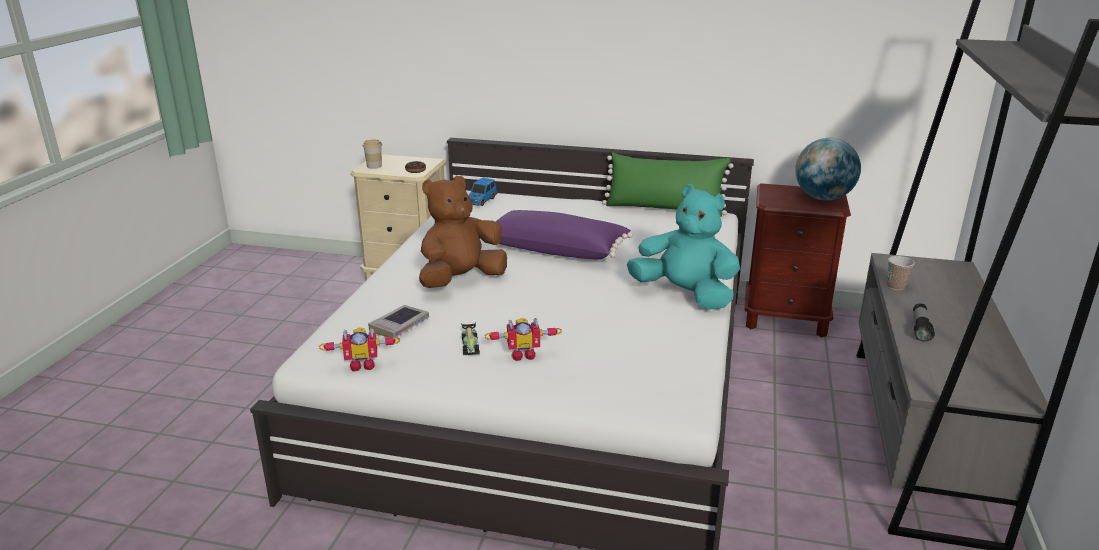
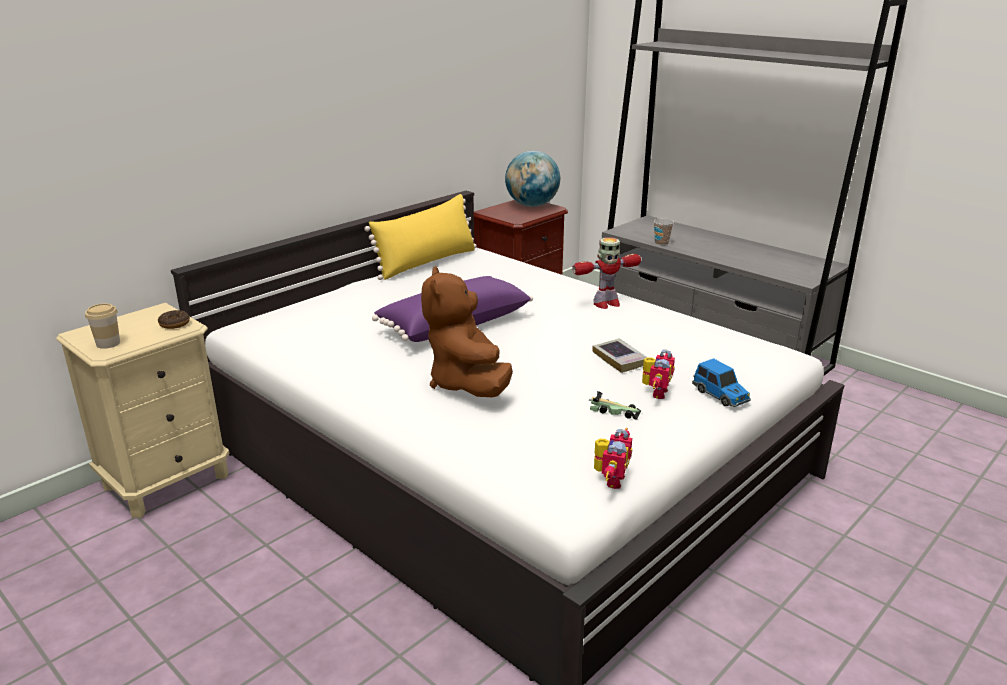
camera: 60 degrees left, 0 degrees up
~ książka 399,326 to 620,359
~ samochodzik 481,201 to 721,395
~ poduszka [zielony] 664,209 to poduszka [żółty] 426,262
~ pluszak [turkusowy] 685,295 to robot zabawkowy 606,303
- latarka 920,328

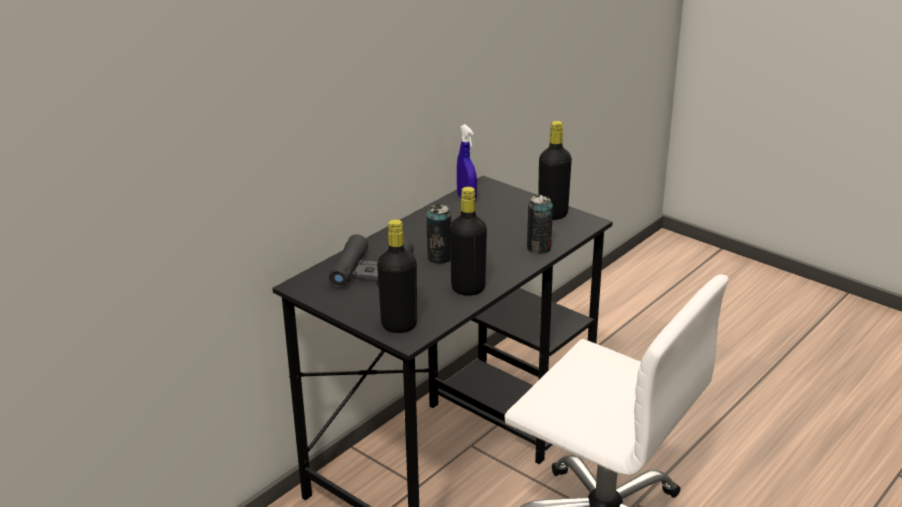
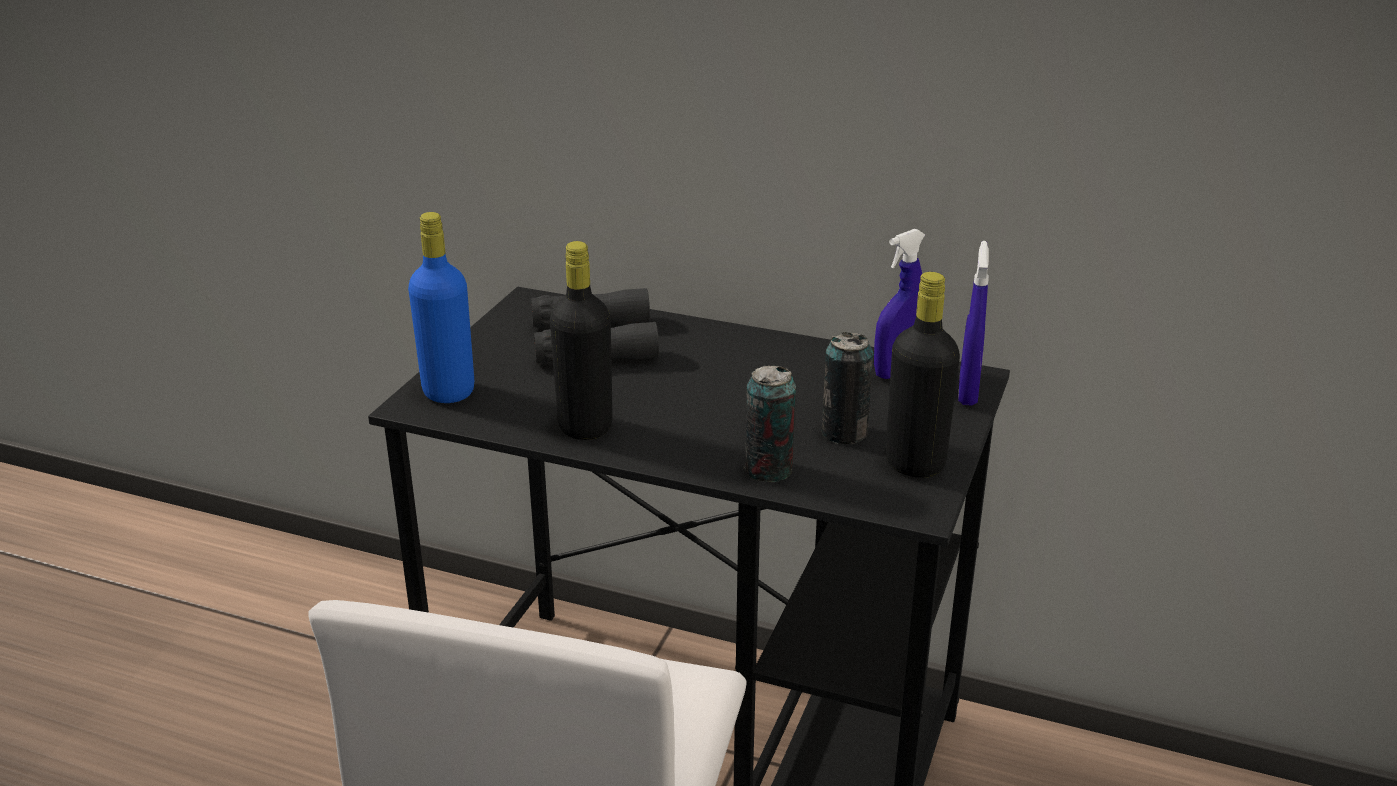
camera: 70 degrees right, 0 degrees up
~ butelka [czarny] 399,325 to butelka [niebieski] 448,391
~ puszka 439,258 to 844,433
+ spryskiwacz [niebieski] 967,393

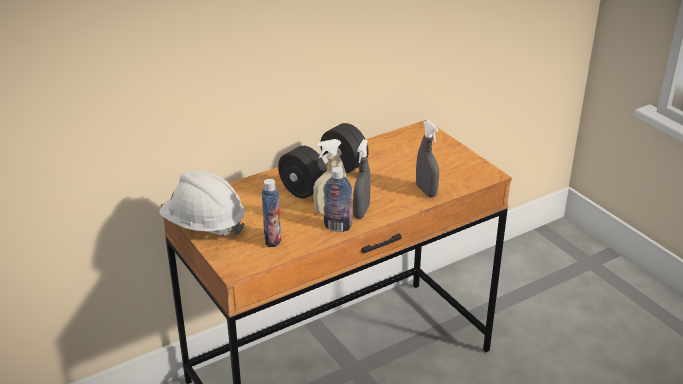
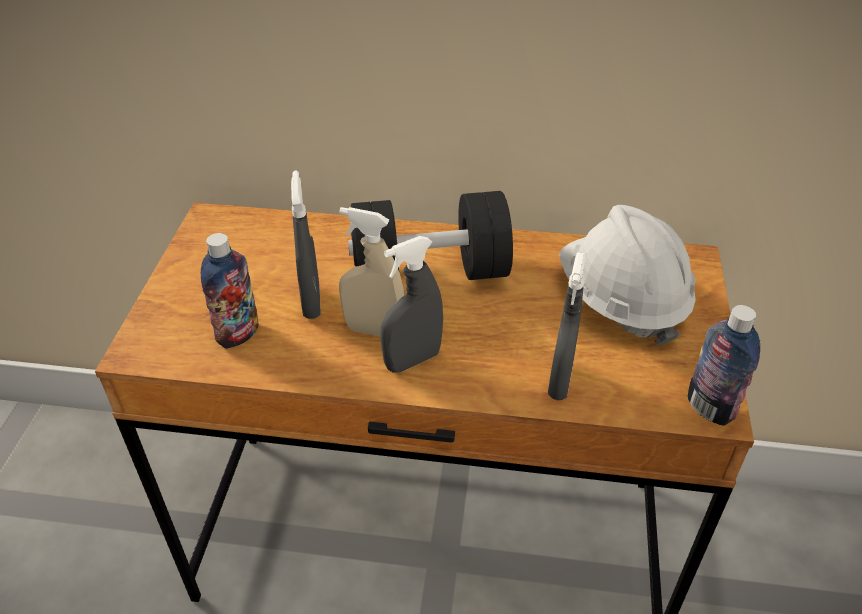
camera: 40 degrees right, 10 degrees up
~ kask [biały] 204,225 to 621,301
~ butelka 337,227 to 709,408
+ spryskiwacz [szary] 311,302

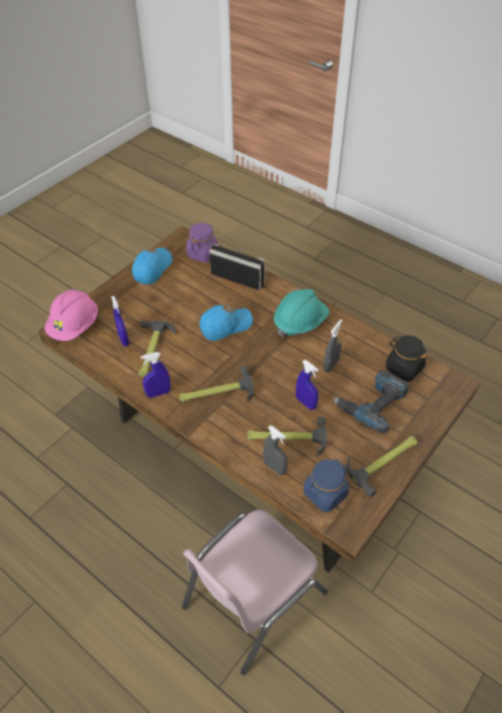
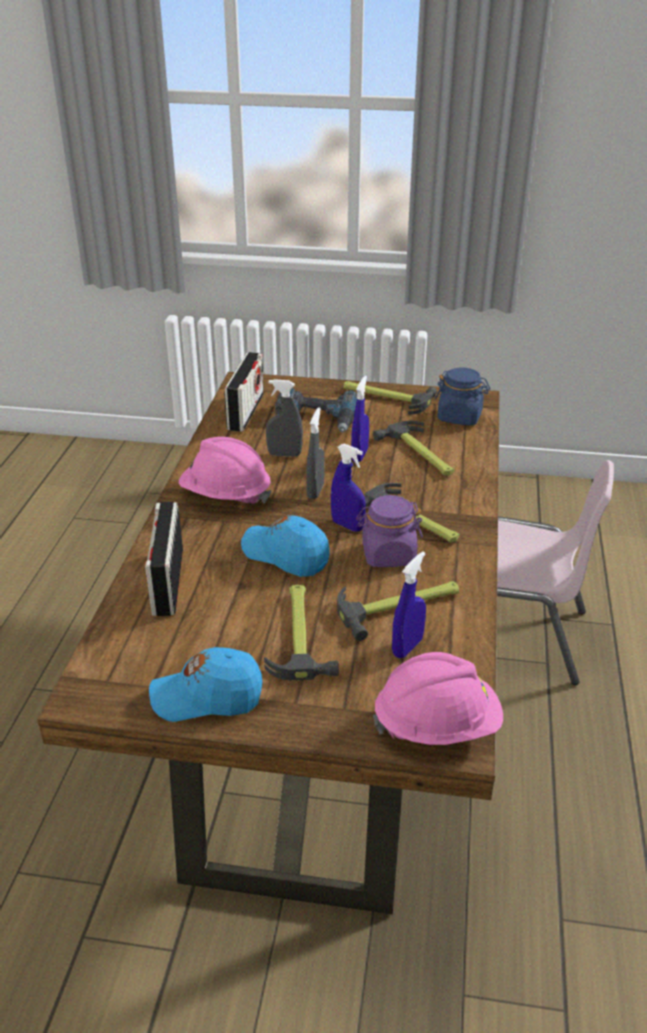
camera: 120 degrees left, 15 degrees down
~ spryskiwacz [niebieski] 158,393 to 347,525
~ słoik [fioletowy] 202,253 to 388,555
~ spryskiwacz [szary] 274,467 to 315,491
~ kask [turkusowy] 300,323 to kask [różowy] 226,495
~ słoik [czarny] 403,368 to radio 246,412
+ młotek 299,634

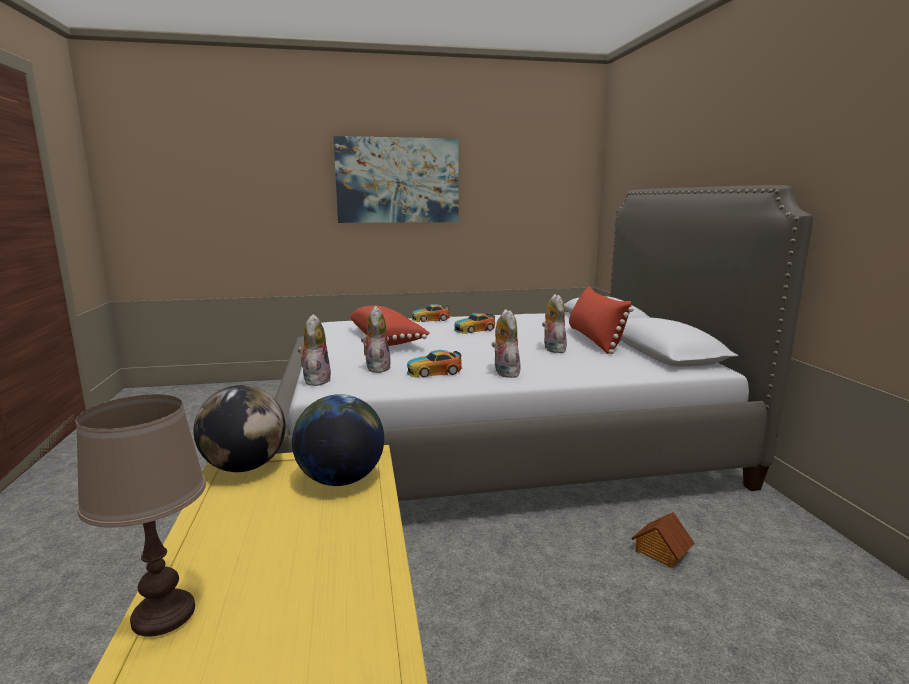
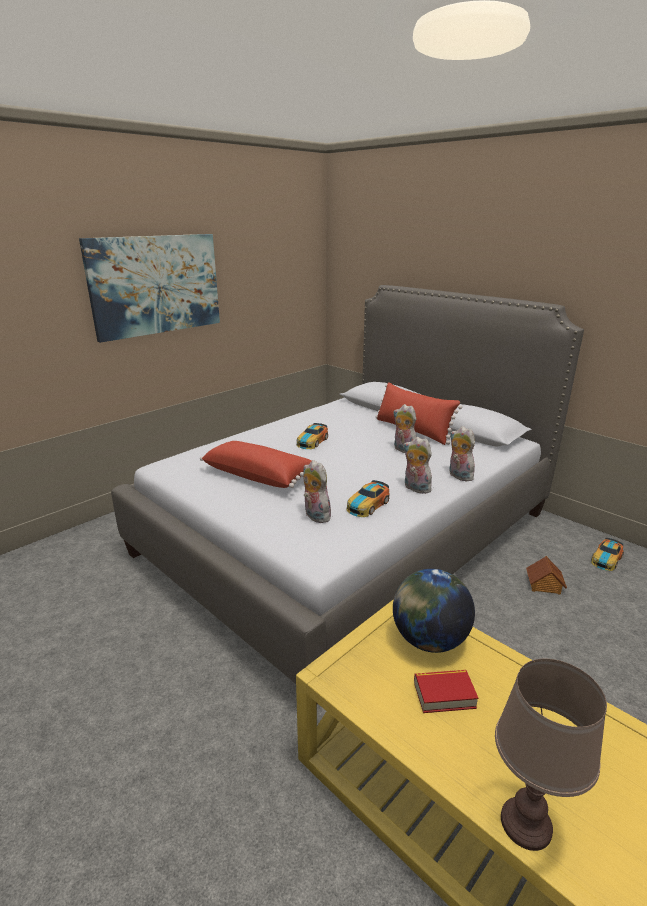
camera: 35 degrees left, 10 degrees up
- globus 245,467
~ pluszak 315,380 to 458,476
~ samochodzik 430,319 to 606,559
+ książka 444,695

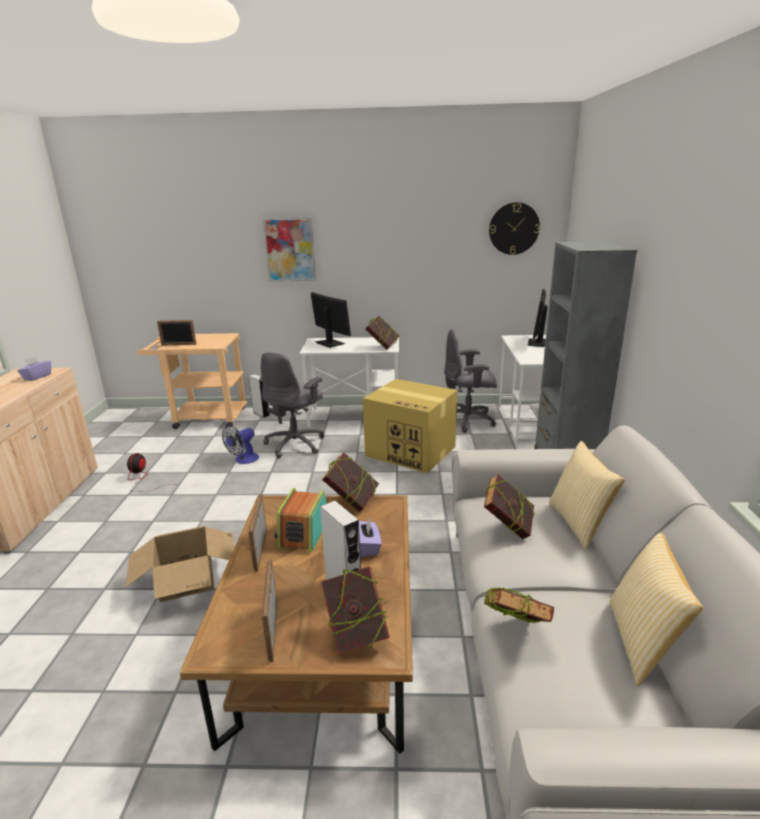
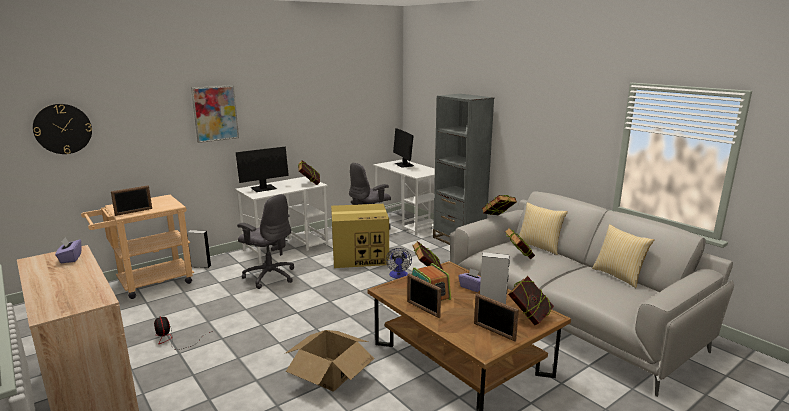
camera: 40 degrees left, 5 degrees down
~ wentylator 243,460 to 398,276
~ krzesło biurowe [szary] 296,444 = 269,276 45 degrees counterclockwise
~ monitor 330,343 = 263,188 135 degrees clockwise
~ książka 514,632 to 498,218
~ zegar ścienny 514,228 to 63,129

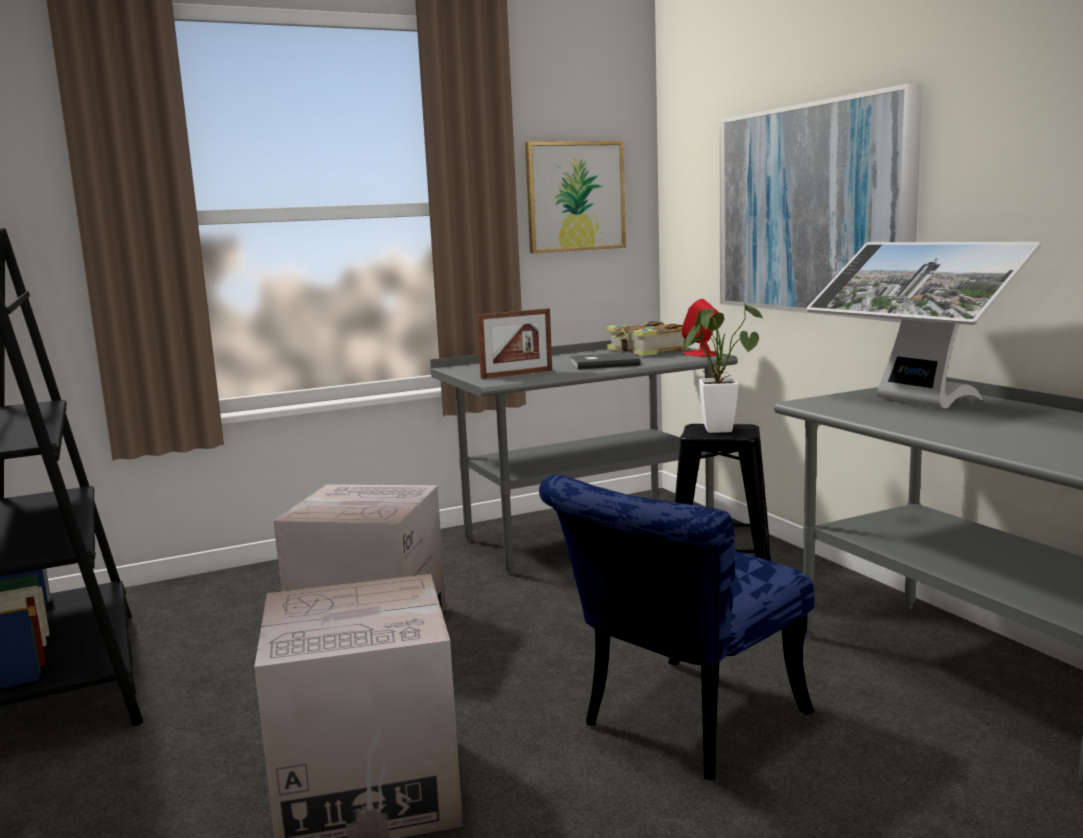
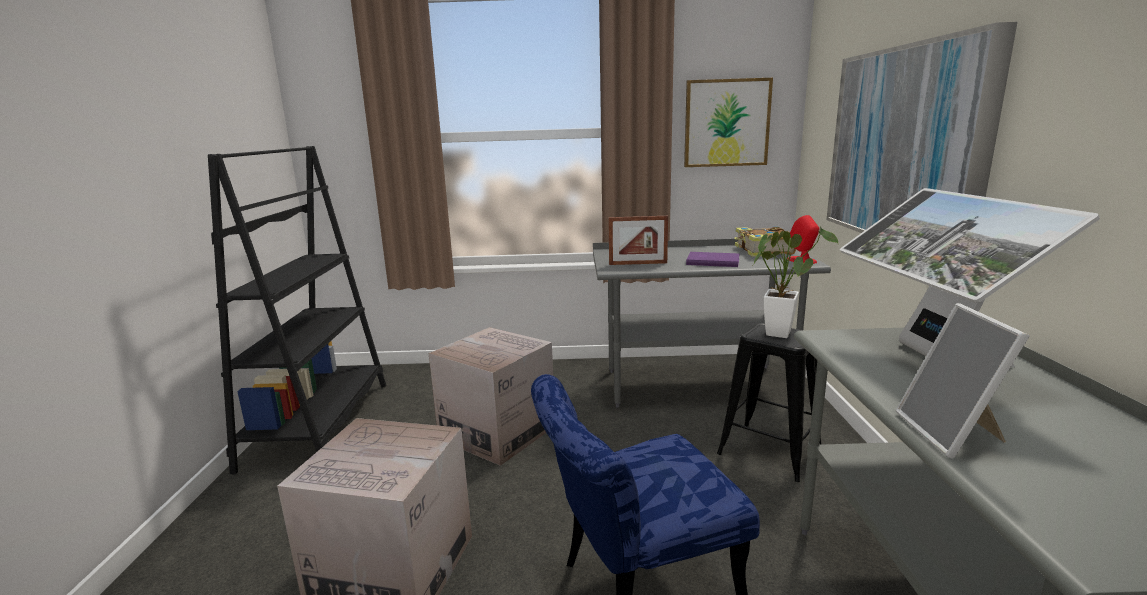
camera: 25 degrees right, 5 degrees up
~ książka [szary] 603,364 to książka [fioletowy] 712,261
+ ramka na zdjęcie 952,434

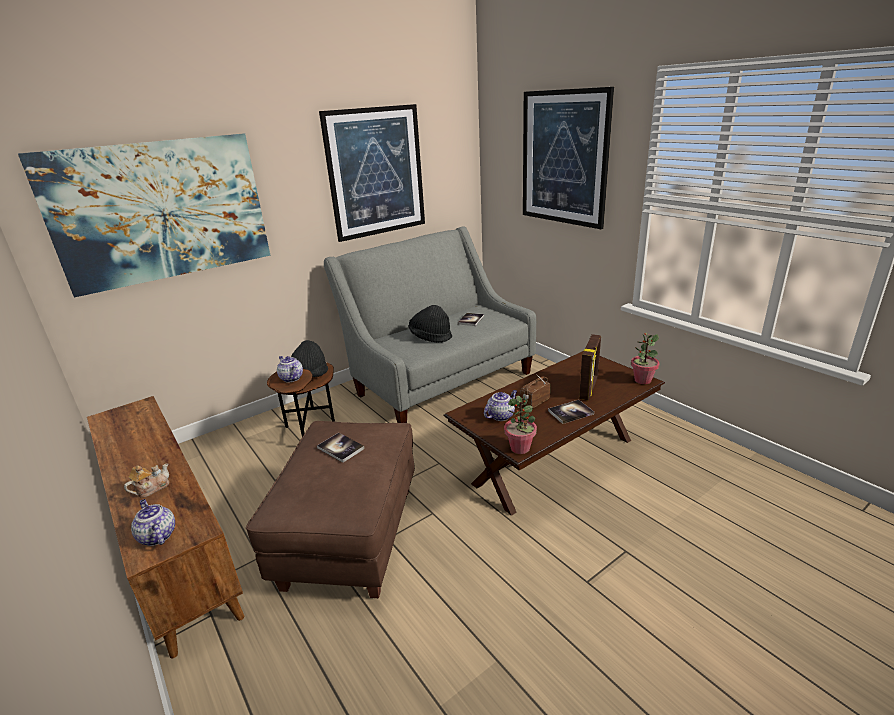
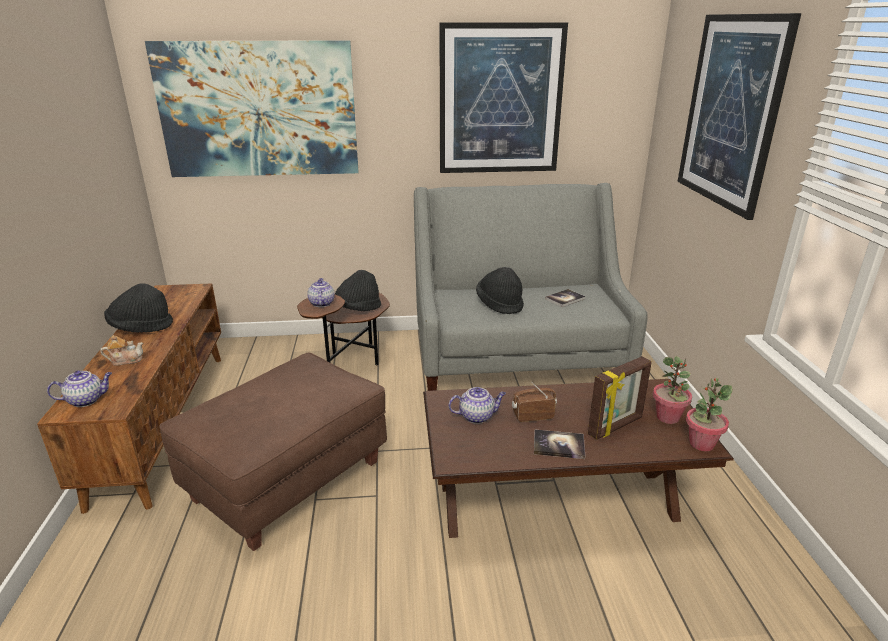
camera: 30 degrees right, 0 degrees up
~ imbryk 157,536 = 87,400 75 degrees clockwise
- książka 340,448
~ roślina doniczkowa 520,448 to 668,417
+ kapelusz [czarny] 141,328

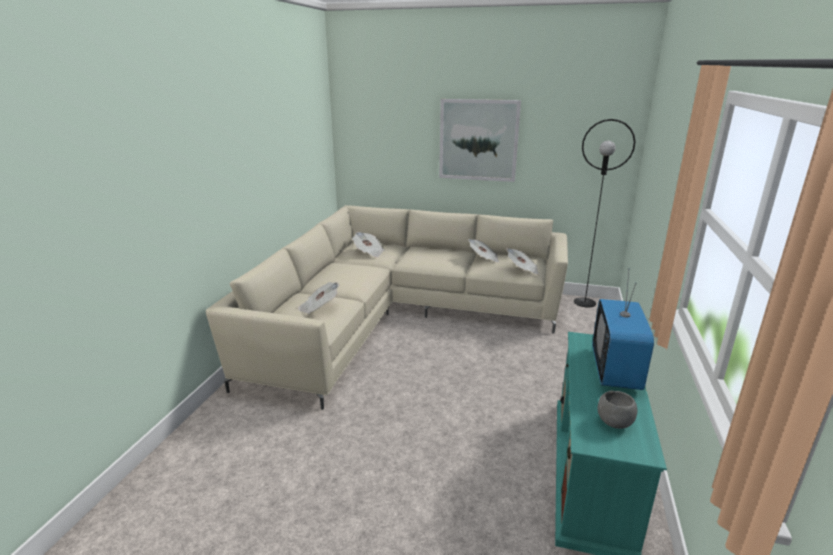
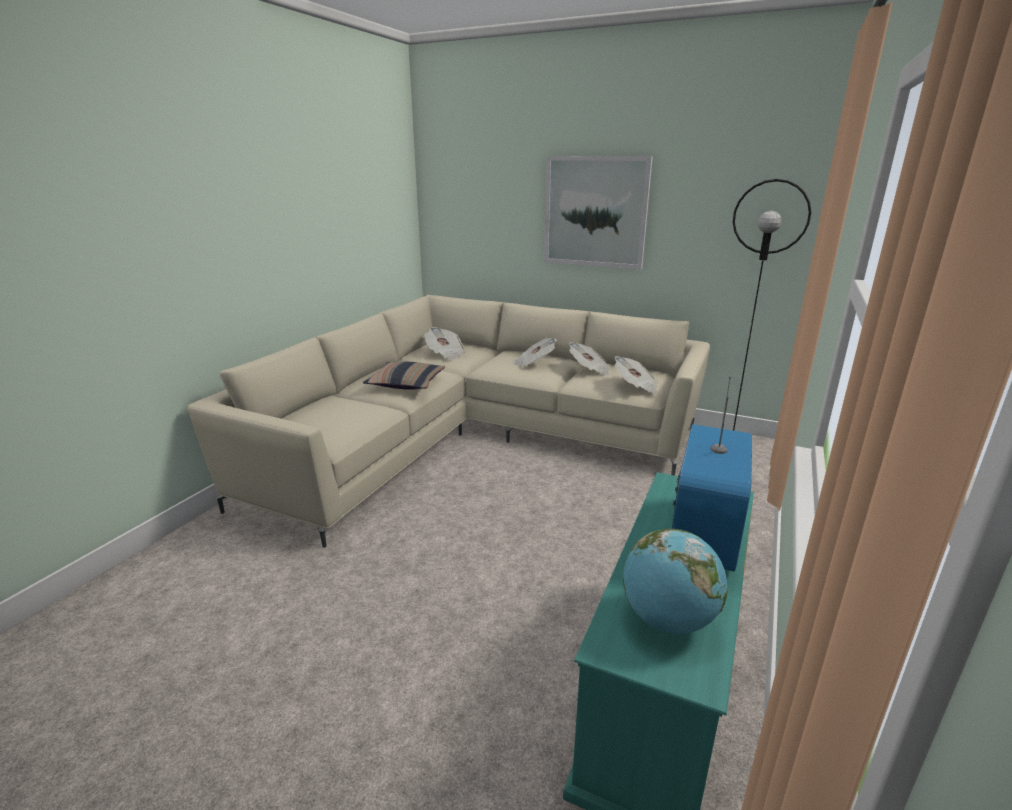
camera: 10 degrees right, 0 degrees up
~ gazeta 319,308 to 533,363
~ miska [szary] 615,423 to globus 668,620
+ poduszka 406,383

